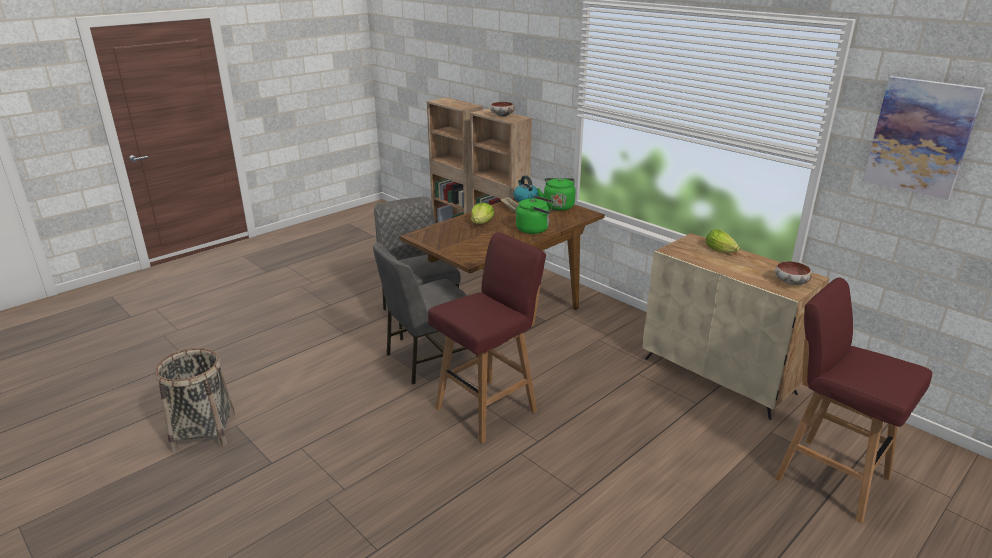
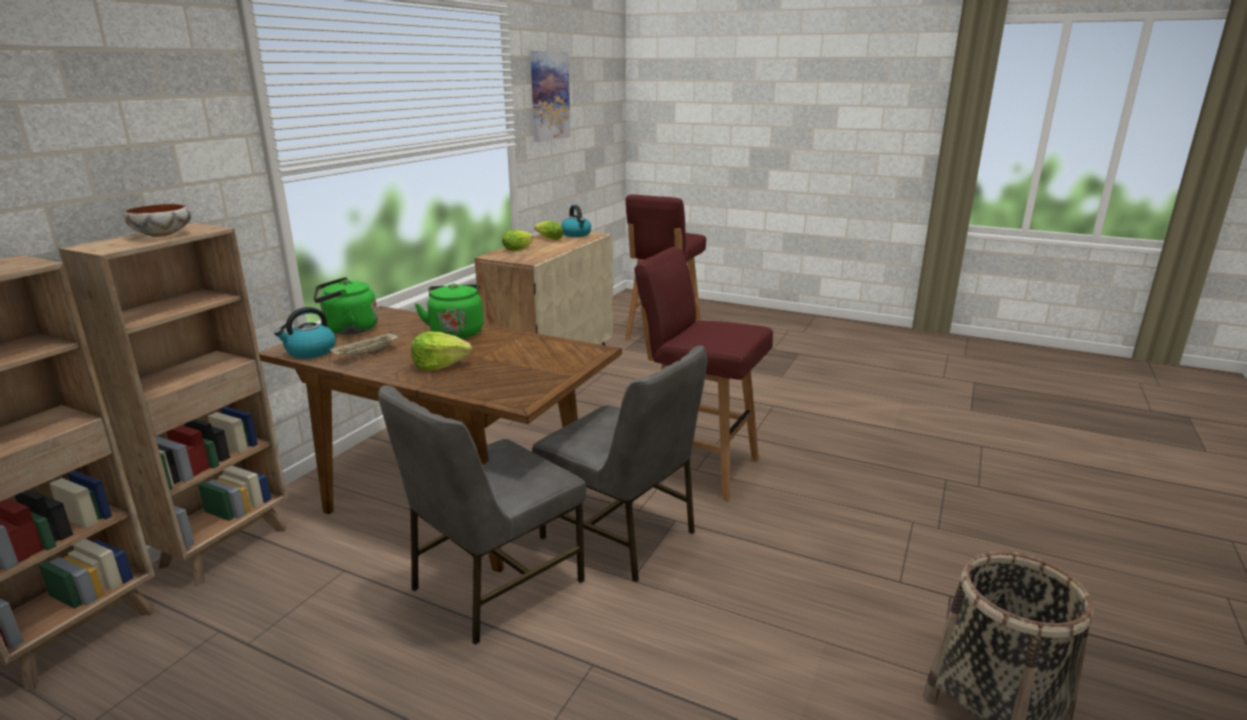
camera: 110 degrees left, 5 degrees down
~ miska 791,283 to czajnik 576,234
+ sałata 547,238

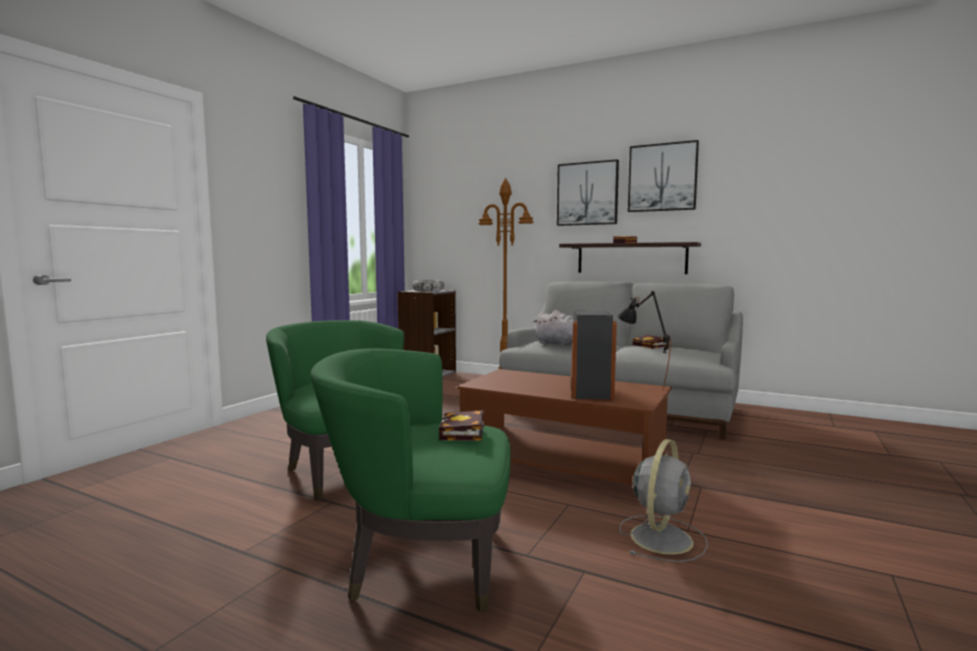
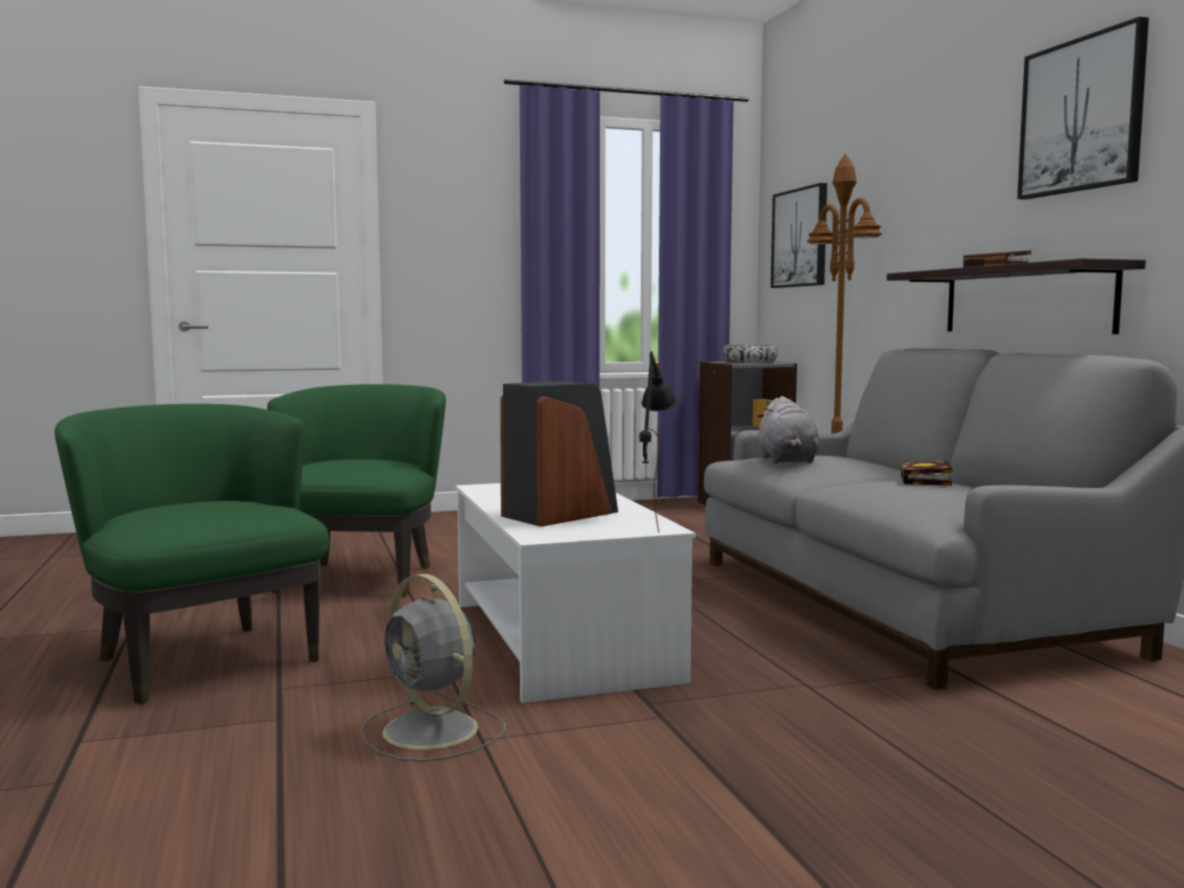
camera: 45 degrees right, 0 degrees up
- książka 463,433
~ ława [brązowy] 563,467 to ława [biały] 561,640
~ obraz 587,194 to 800,238
~ wentylator [szary] 662,537 = 433,731 60 degrees clockwise

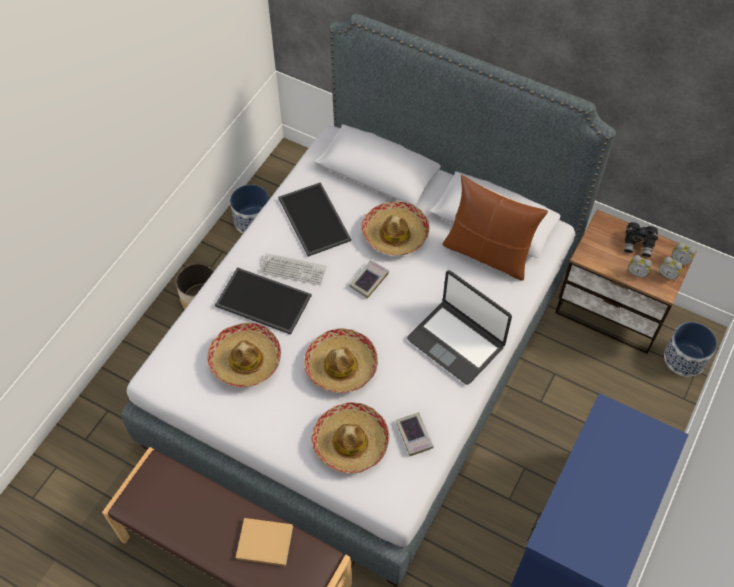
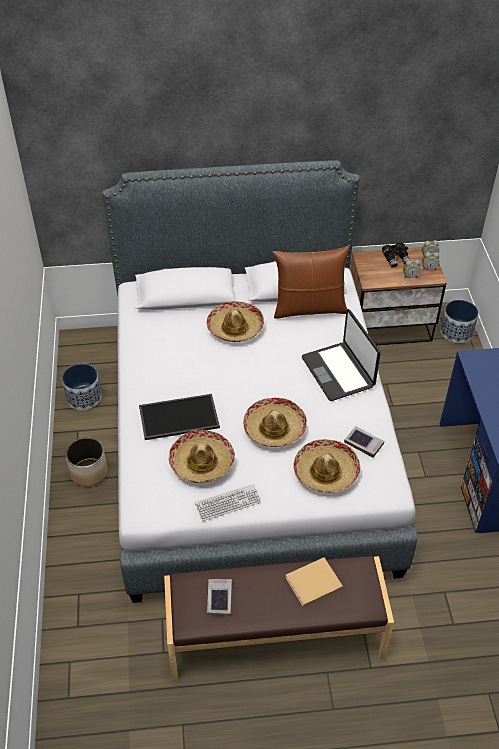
camera: 35 degrees left, 10 degrees down
~ klawiatura 293,270 to 228,503
- taca 312,219
~ książka 369,280 to 219,598
~ laptop 456,342 = 338,372 60 degrees clockwise

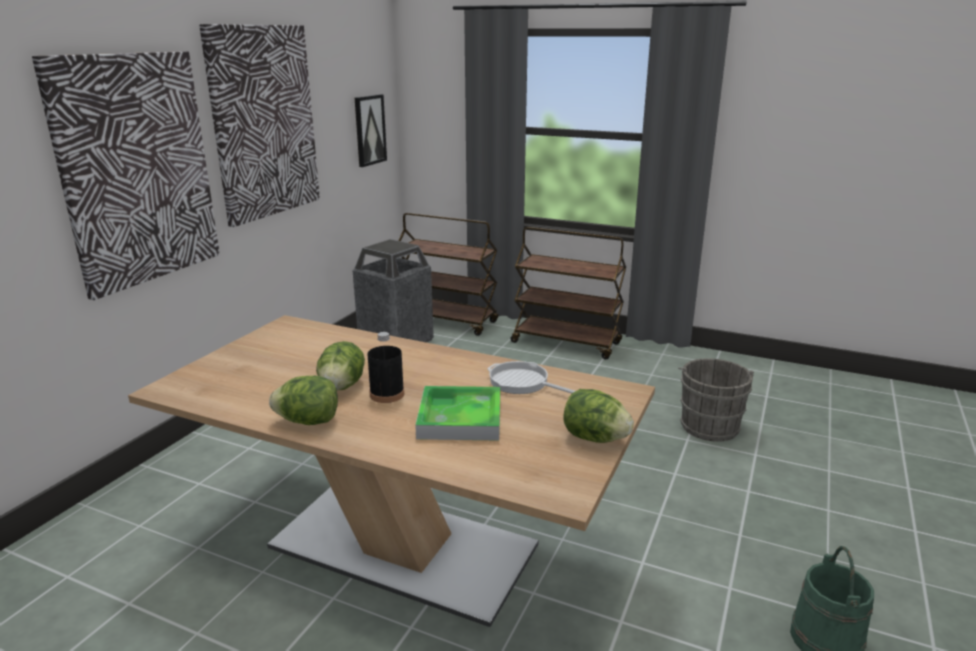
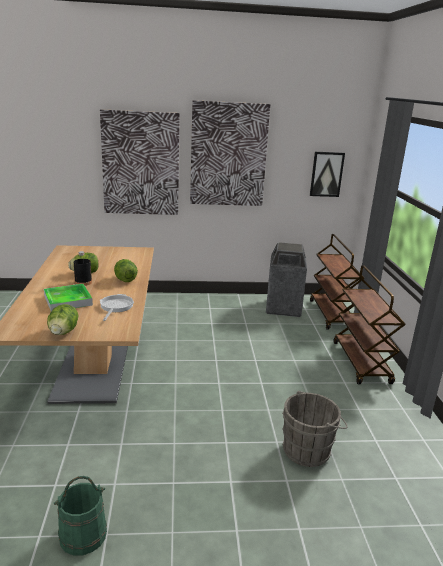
camera: 60 degrees right, 0 degrees up
~ sałata 308,421 to 125,280

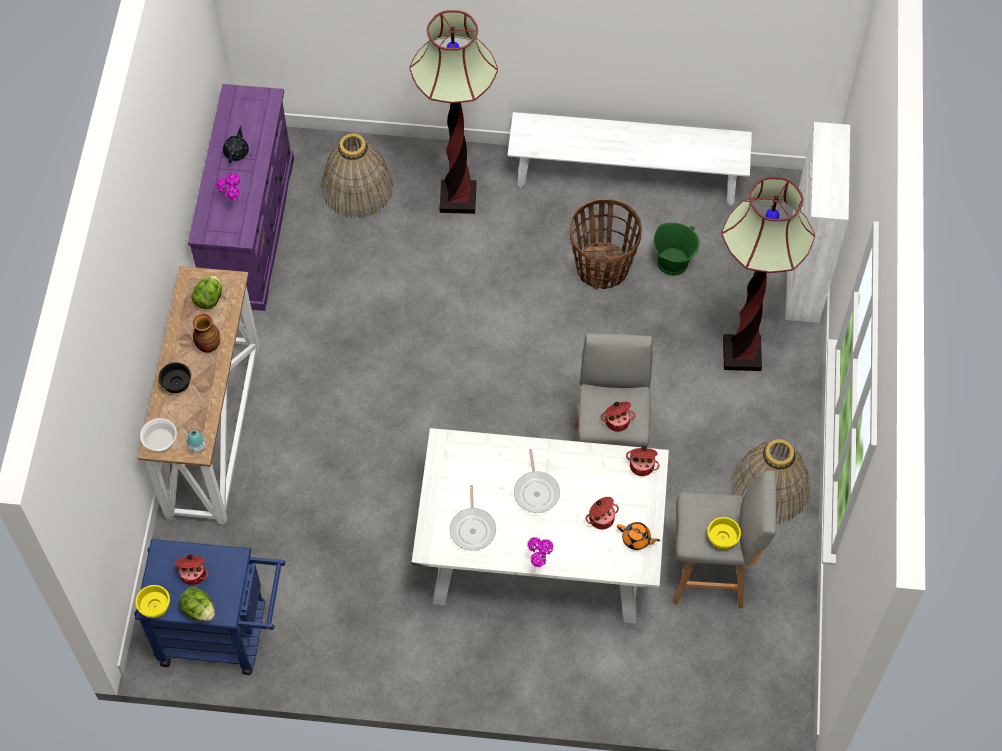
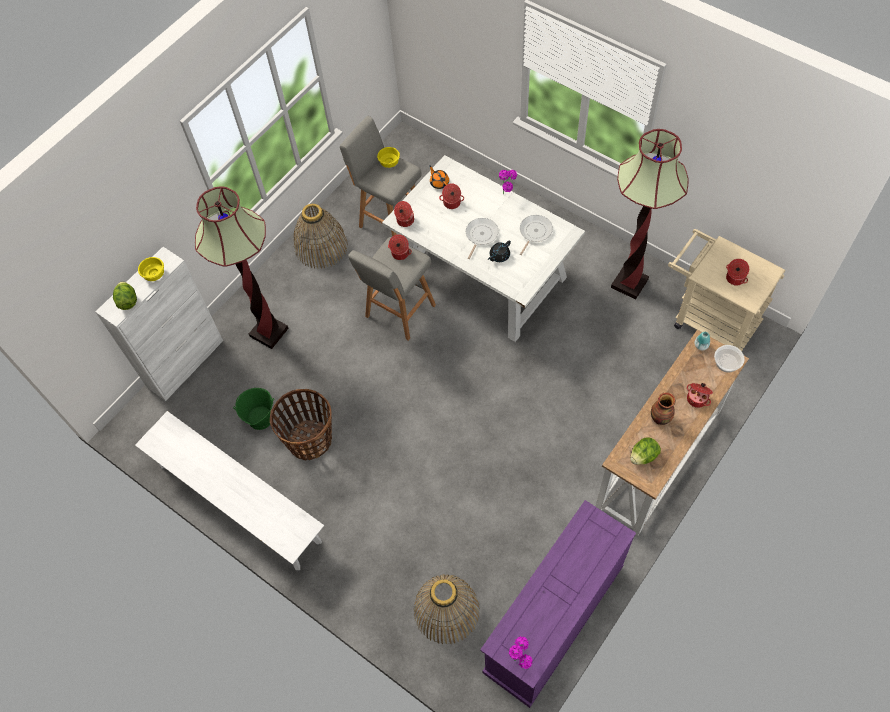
camera: 145 degrees left, 0 degrees up
~ wózek [niebieski] 223,634 to wózek [beżowy] 709,319
~ miska [żółty] 154,606 to 154,275
~ miska [czarny] 177,384 to garnek 697,398
~ sałata 199,610 to 128,301
~ roślina doniczkowa 233,205 to 520,658
~ imbryk [czarny] 236,152 to 499,256
~ lampa stojąca 458,198 to 629,283

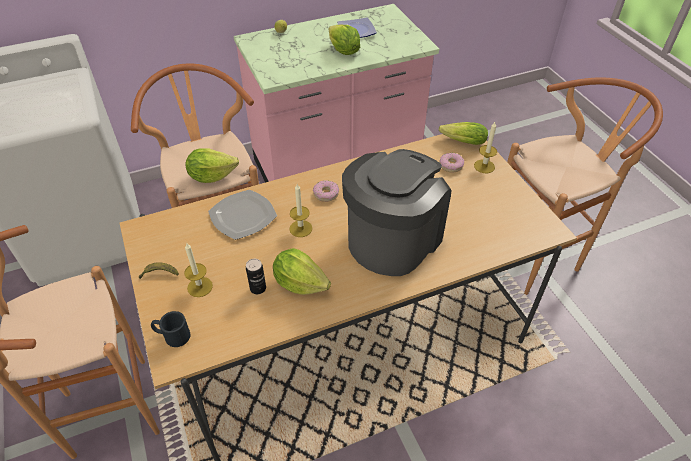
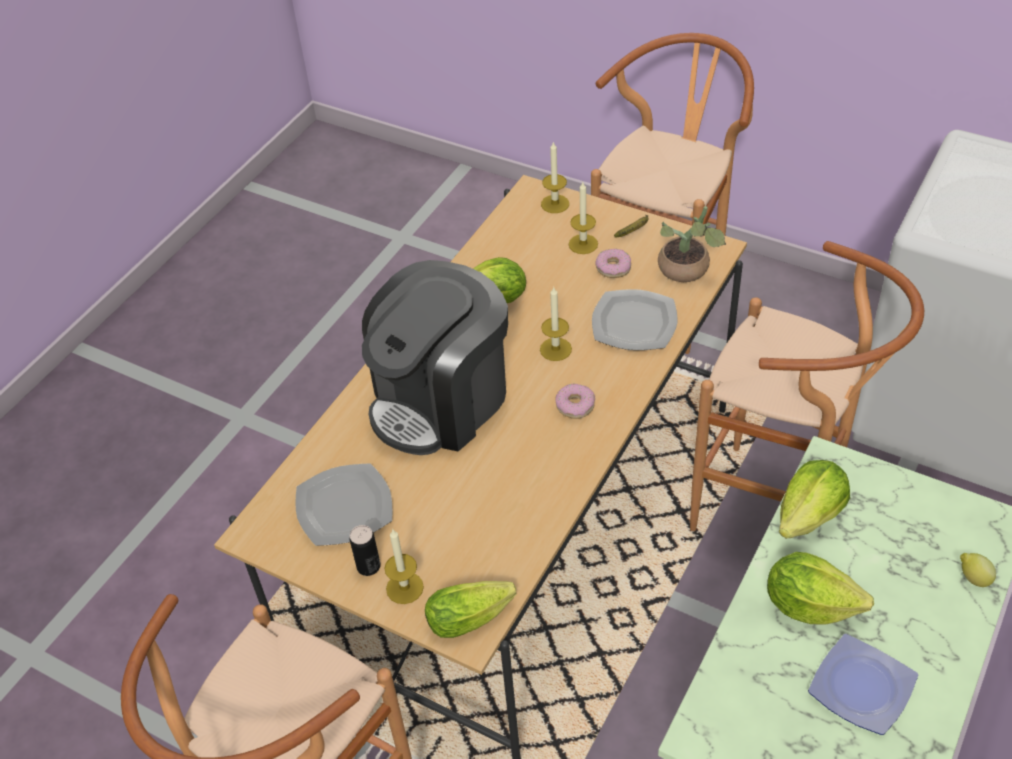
camera: 145 degrees right, 0 degrees up
~ kubek [czarny] 172,335 to świeca 555,204
~ sałata 211,176 to 810,516
~ puszka 258,288 to 368,566
~ ekspres do kawy 393,239 = 441,401 45 degrees clockwise
~ donut 451,165 to 613,268
+ talerz 344,508
+ roślina doniczkowa 687,271

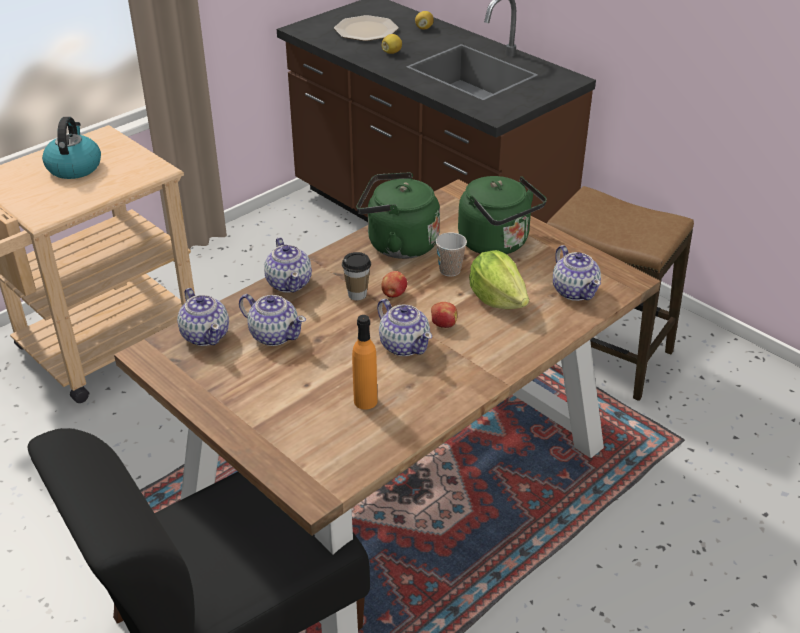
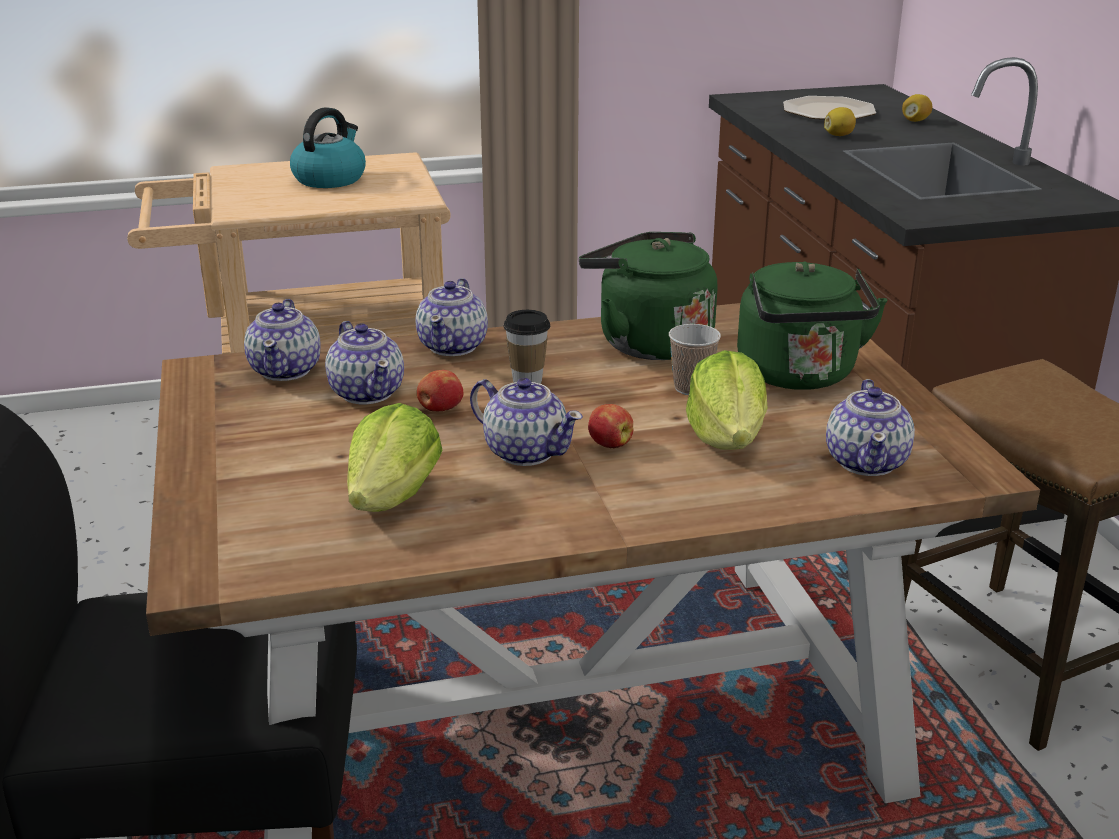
camera: 30 degrees right, 10 degrees down
~ butelka [pomarańczowy] 365,401 to sałata 394,497
~ imbryk 404,345 = 525,451 45 degrees counterclockwise
~ jabłko 393,294 to 440,409

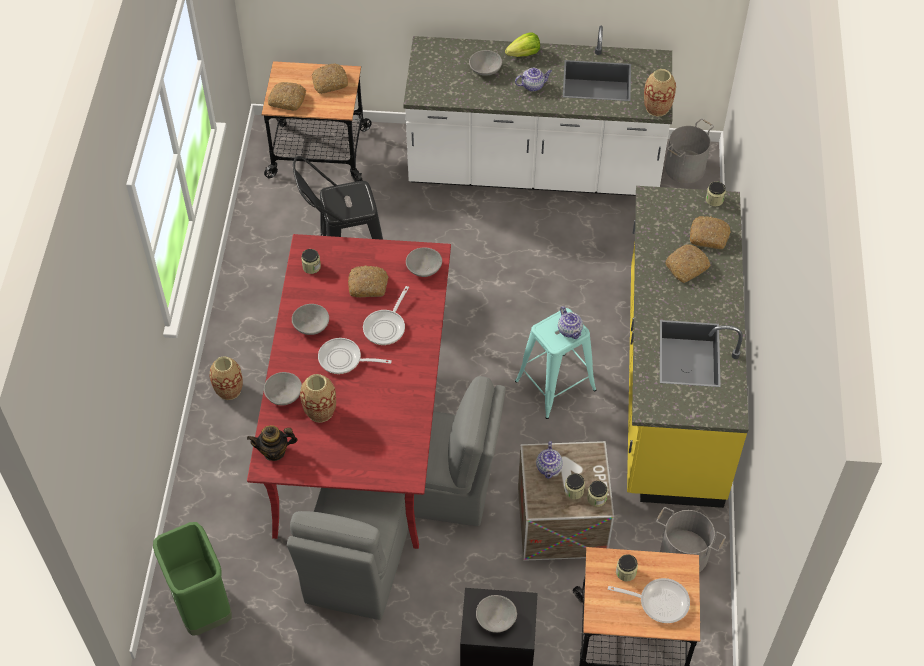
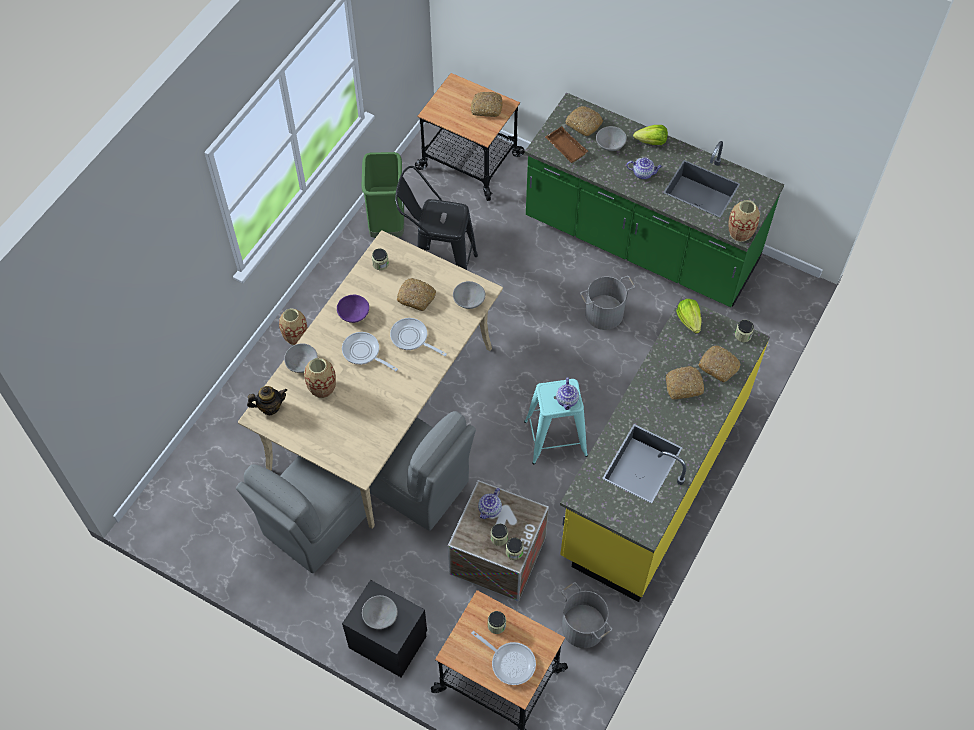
camera: 25 degrees right, 5 degrees up
~ kosz na śmieci [zielony] 203,609 to 387,226
~ stół jadalny [czerwony] 362,426 to stół jadalny [beżowy] 382,409
~ imbryk 274,451 = 270,407 150 degrees clockwise
~ chleb 287,100 to 583,124
~ miska [szary] 311,325 to miska [fioletowy] 354,313
~ patelnia 386,327 = 412,338 75 degrees clockwise
~ zabudowa kuchenna [biały] 534,169 to zabudowa kuchenna [zielony] 640,242
~ wiadro [szary] 685,168 to 604,314
+ taca [brązowy] 564,148
+ sałata 689,320

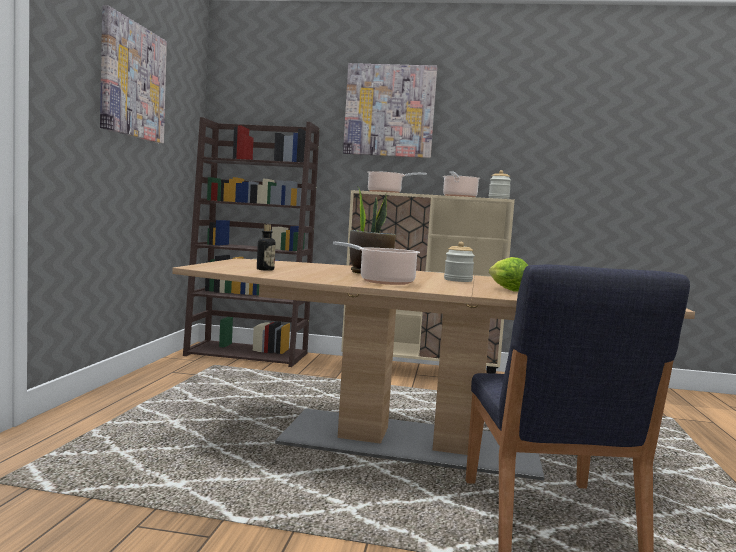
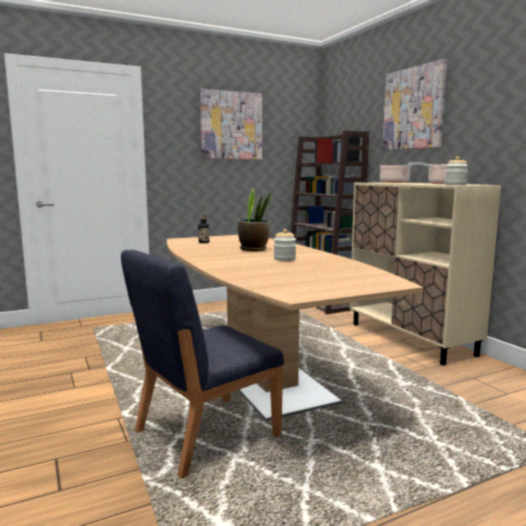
camera: 55 degrees right, 5 degrees up
- garnek 383,281
- sałata 506,289

